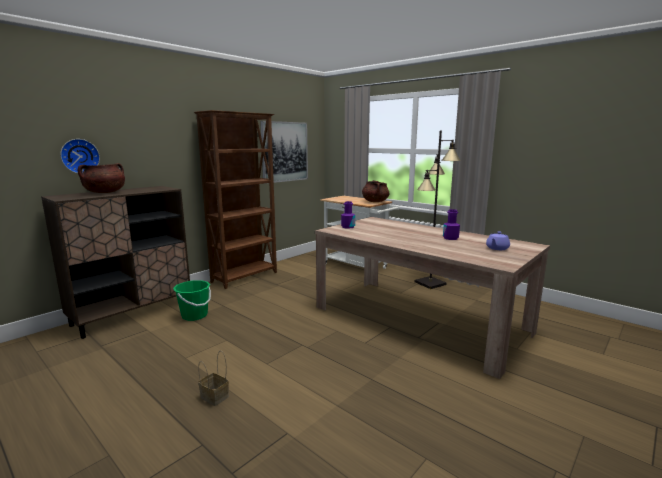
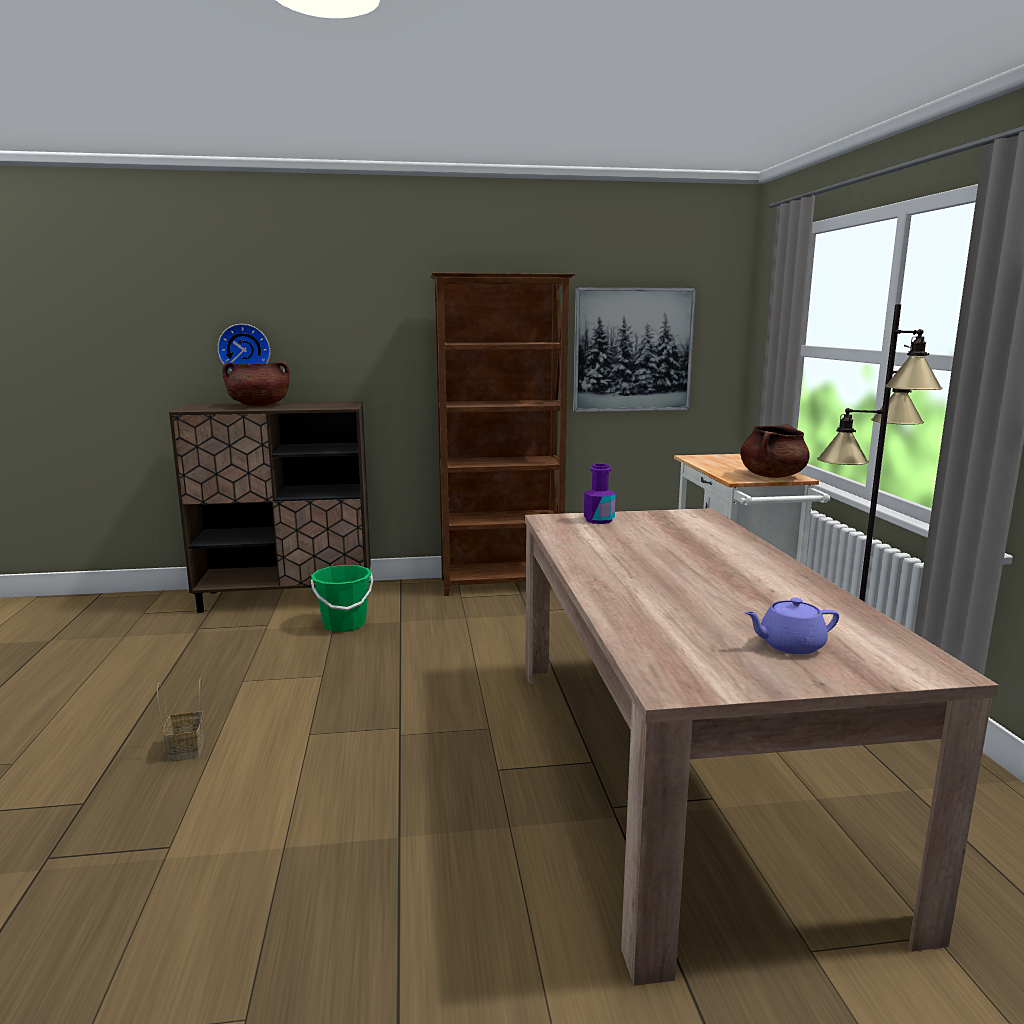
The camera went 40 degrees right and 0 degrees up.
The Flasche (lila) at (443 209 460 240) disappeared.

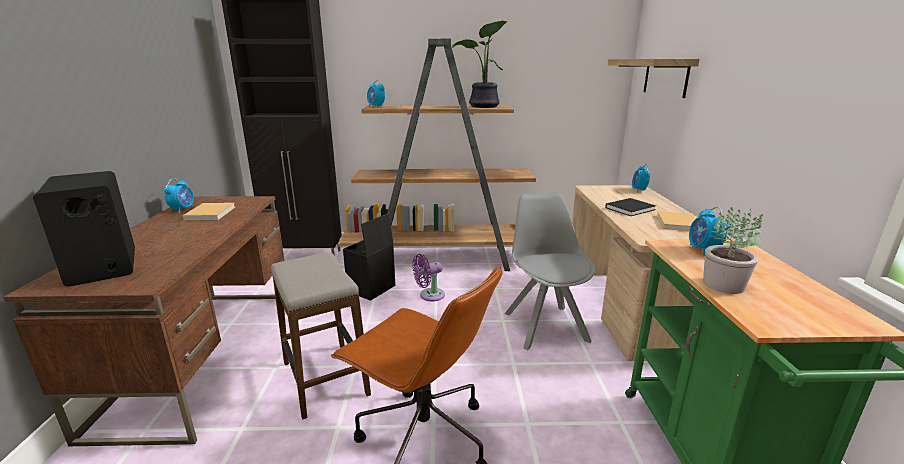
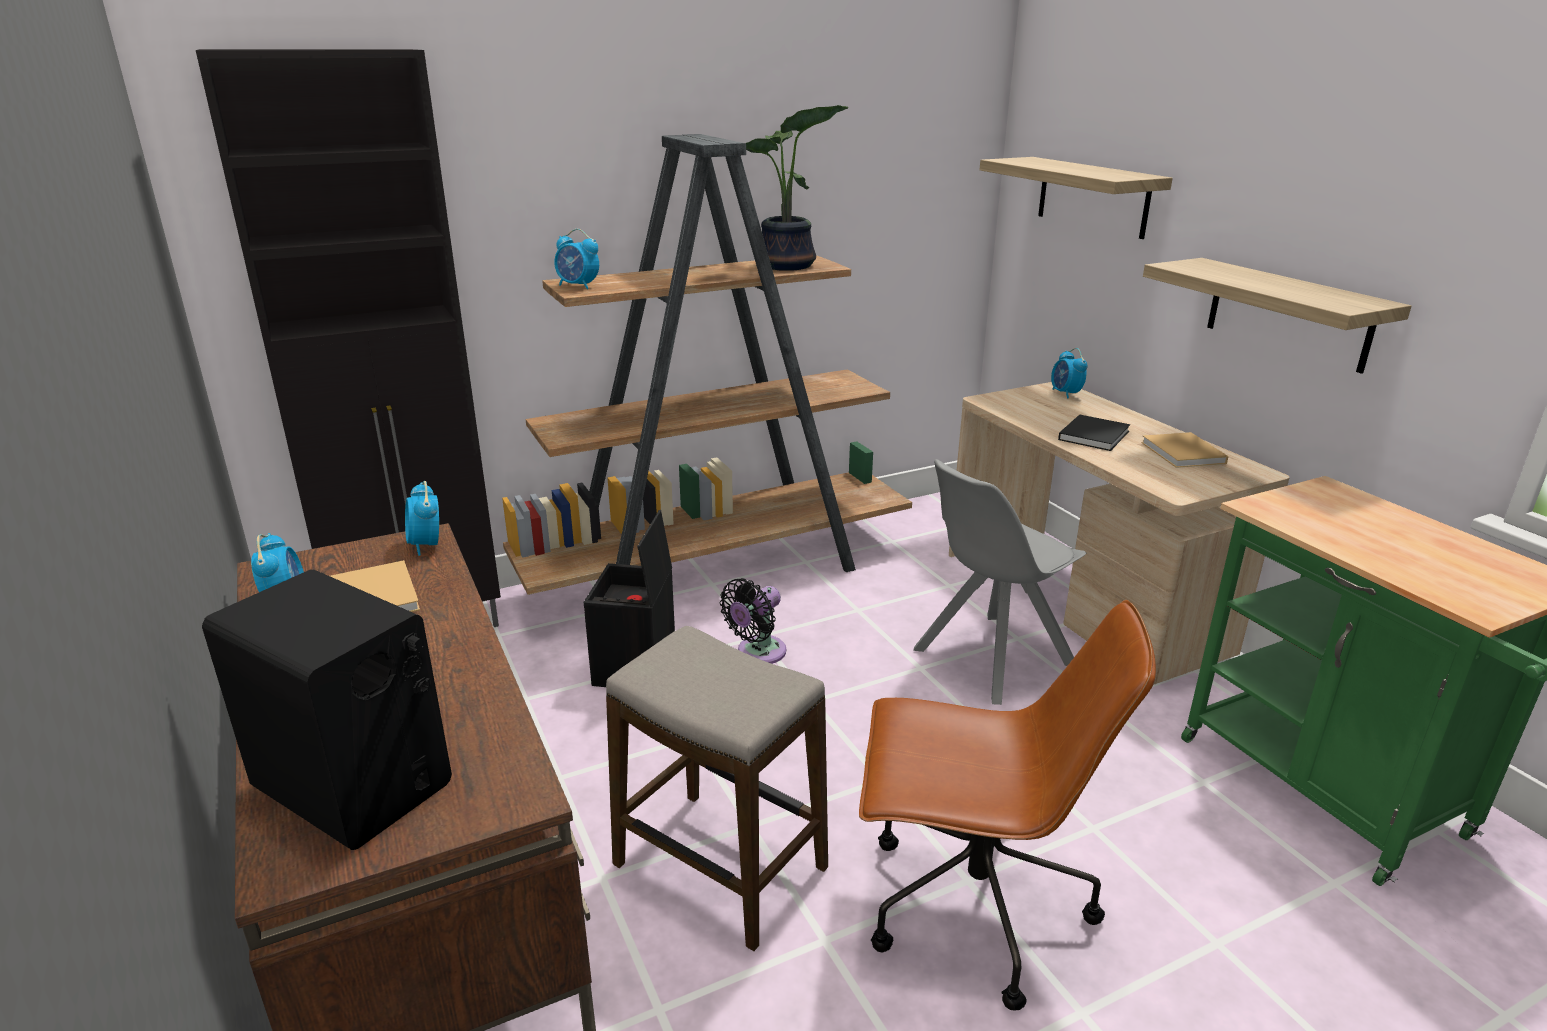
The camera went 25 degrees left and 5 degrees up.
The Stuhl (grau) at (505 192 596 350) turned 90 degrees counterclockwise.
The Wecker moved from (689 207 728 256) to (405 481 439 556).
The Topfpflanze at (703 207 763 294) disappeared.
The Ventilator (lila) at (412 254 445 302) became the Ventilator (schwarz) at (720 578 786 664).
The Wandregal at (1143 258 1412 374) appeared.

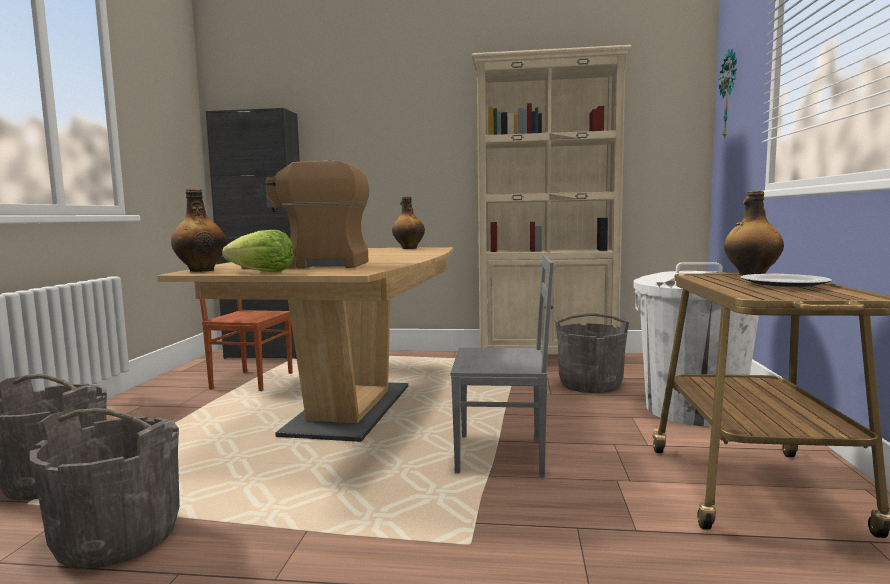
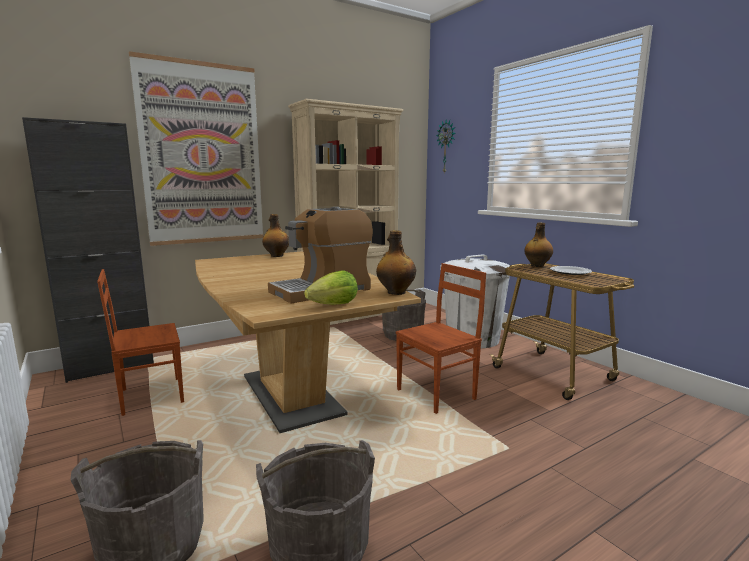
The camera went 40 degrees left and 5 degrees up.
The Flasche moved from (171 189 226 272) to (376 230 416 295).
The Stuhl (grau) at (450 255 554 477) became the Stuhl (braun) at (396 263 486 414).
The Bild at (129 51 264 246) appeared.

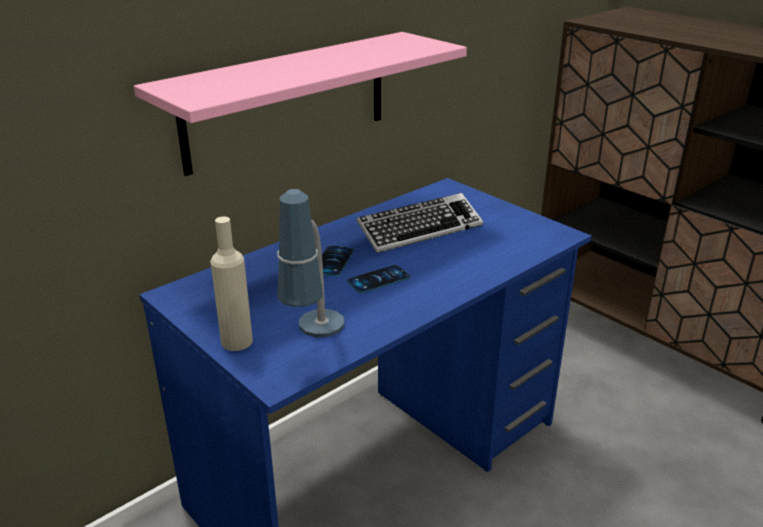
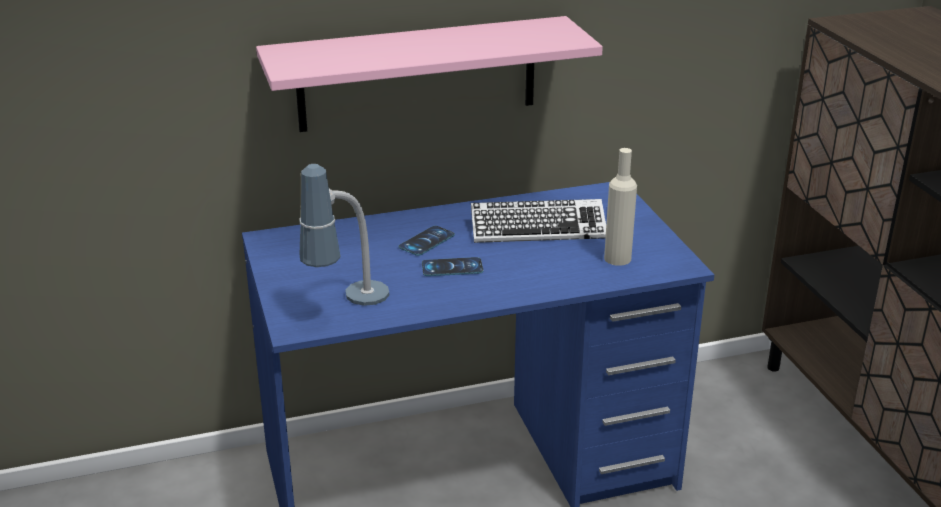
The camera went 25 degrees right and 0 degrees up.
The Flasche (beige) moved from (210 216 253 351) to (604 148 637 266).

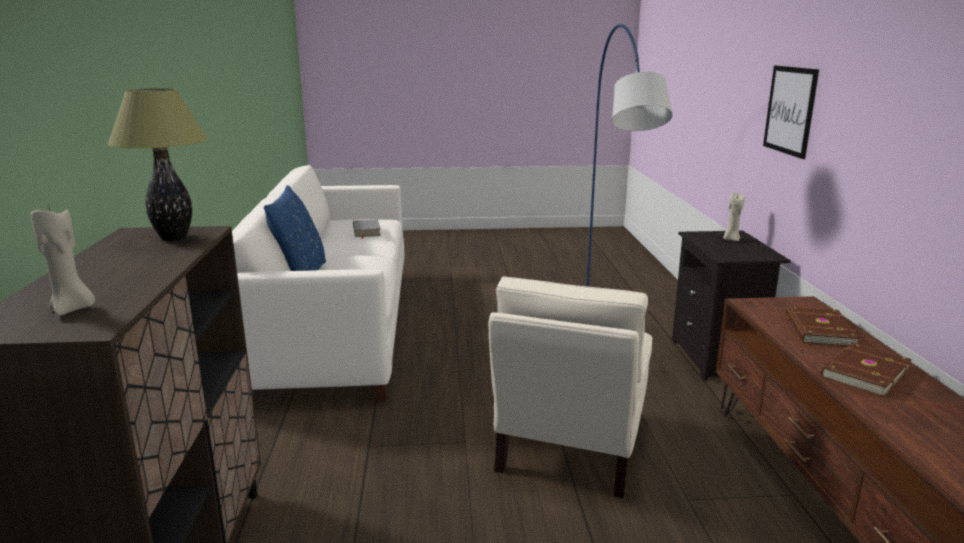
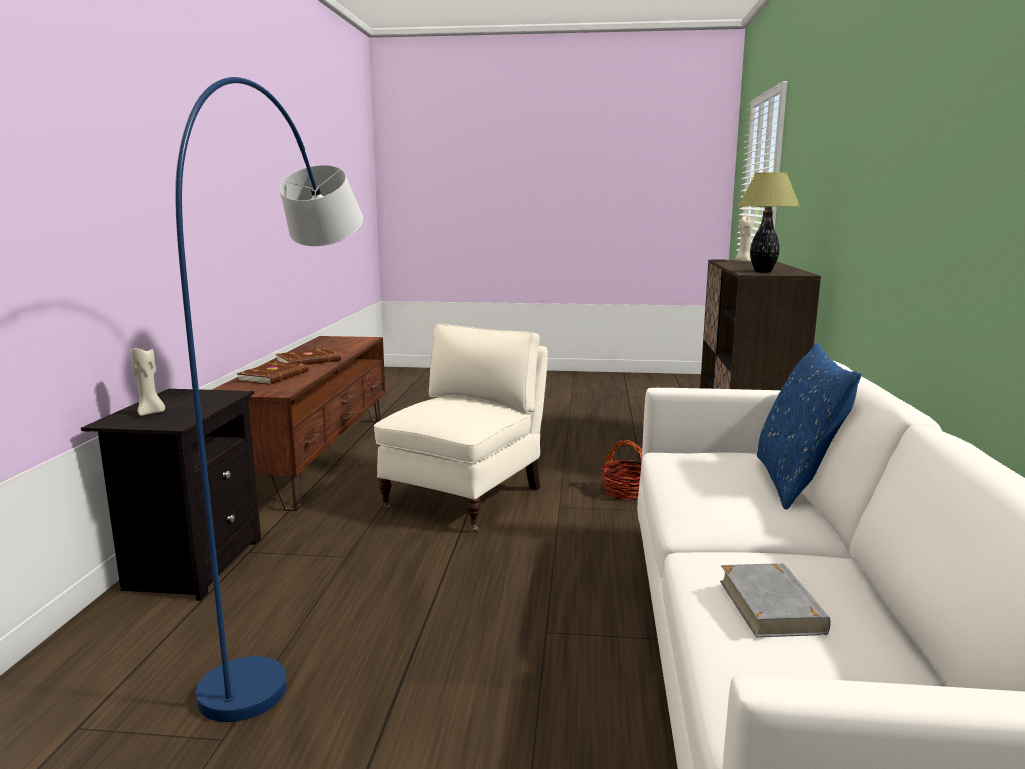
The camera went 170 degrees left and 5 degrees down.
The Bild at (763 66 819 159) disappeared.
The Korb at (601 440 642 501) appeared.

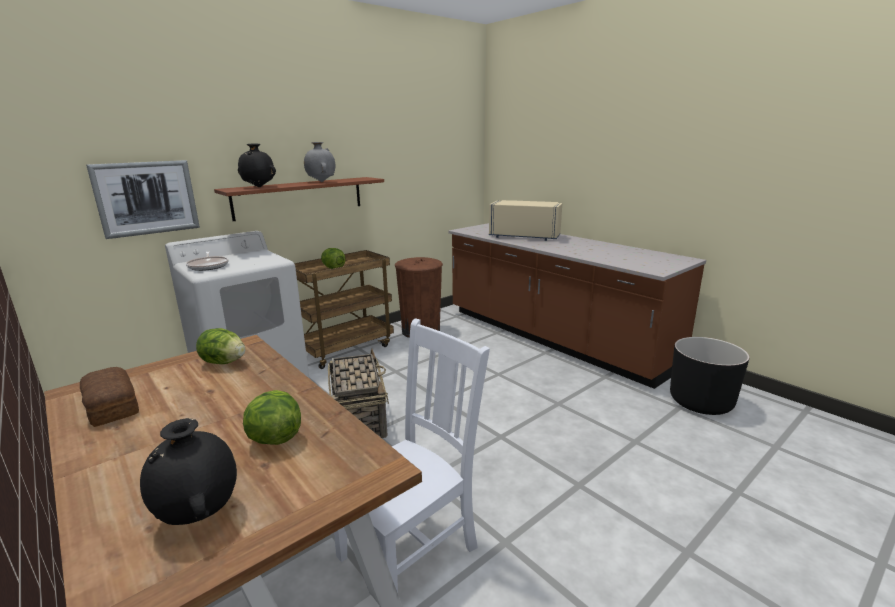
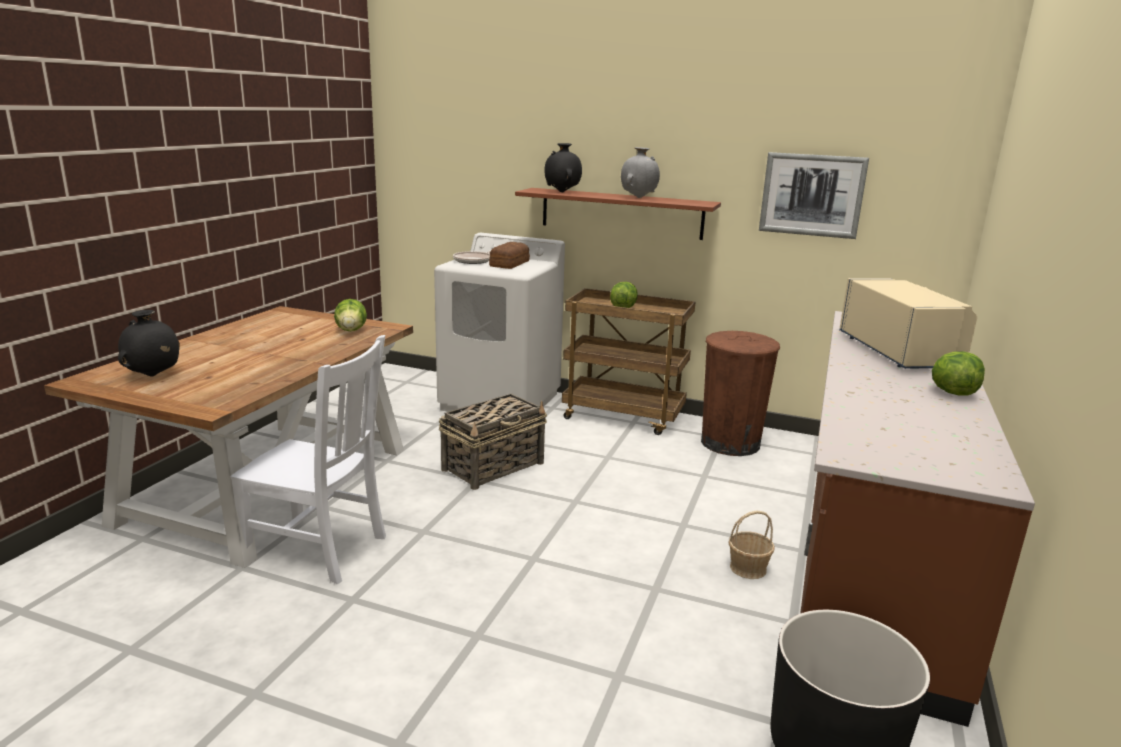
The camera went 60 degrees right and 0 degrees up.
The Bild moved from (86 160 200 239) to (759 152 869 239).
The Brot moved from (80 367 139 427) to (489 242 530 269).
The Salatkopf moved from (243 390 301 445) to (932 351 985 395).
The Korb at (729 510 775 579) appeared.

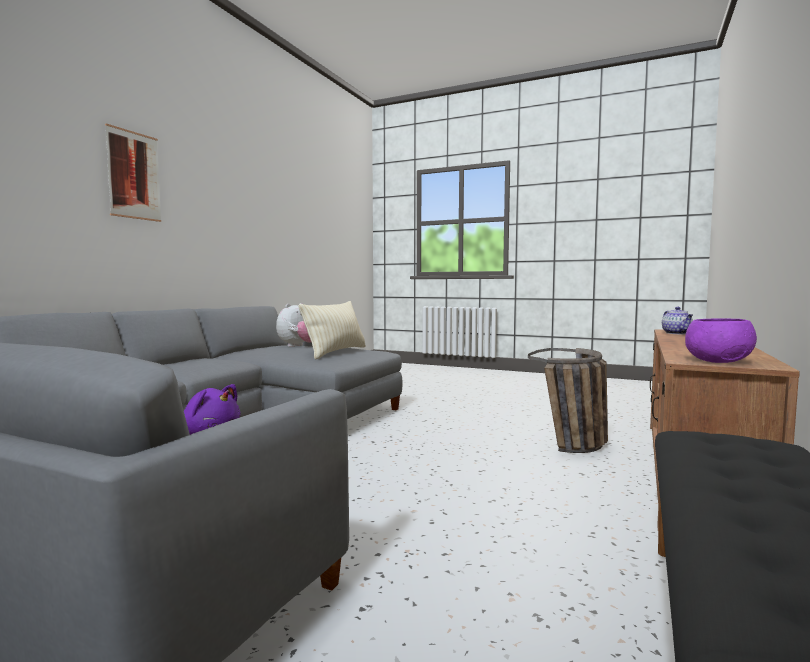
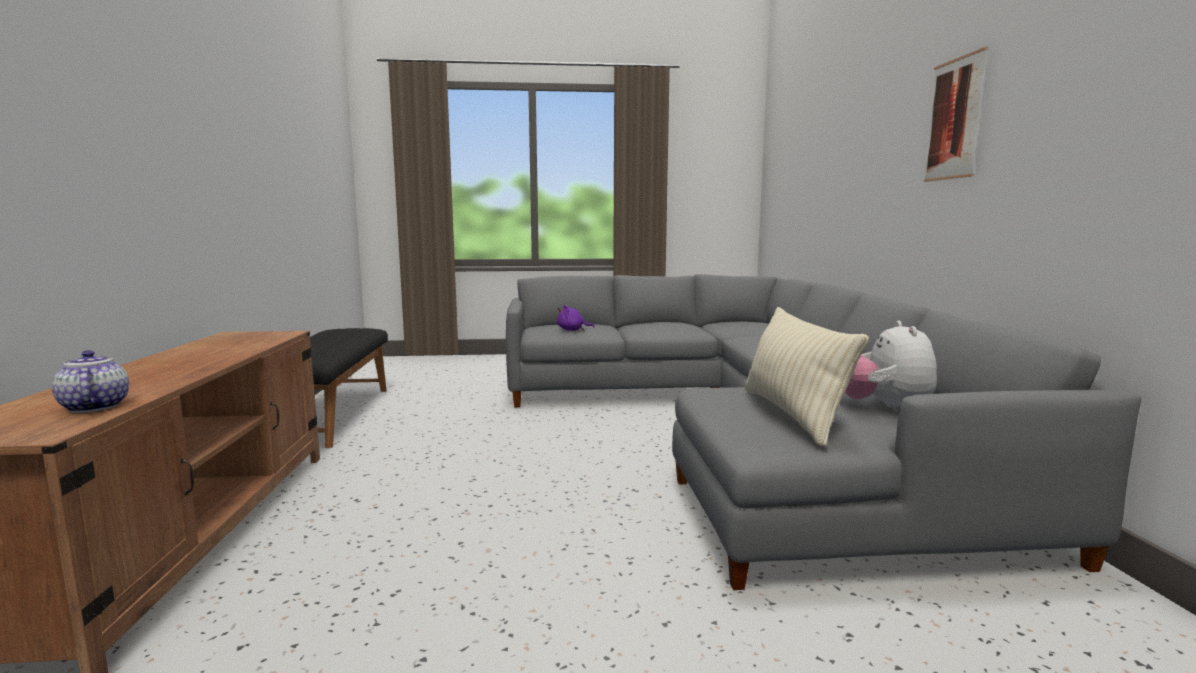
The camera went 150 degrees right and 5 degrees up.
The Schüssel (lila) at (685 318 757 363) disappeared.
The Korb at (528 348 608 453) disappeared.

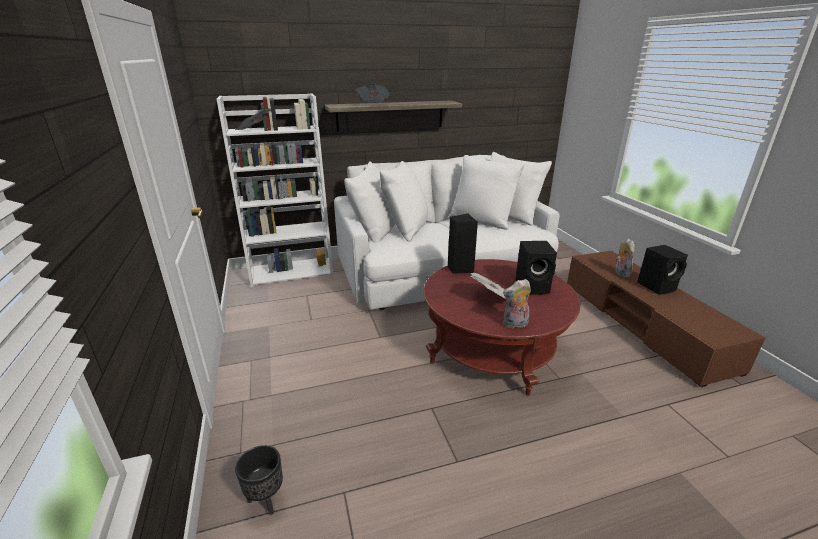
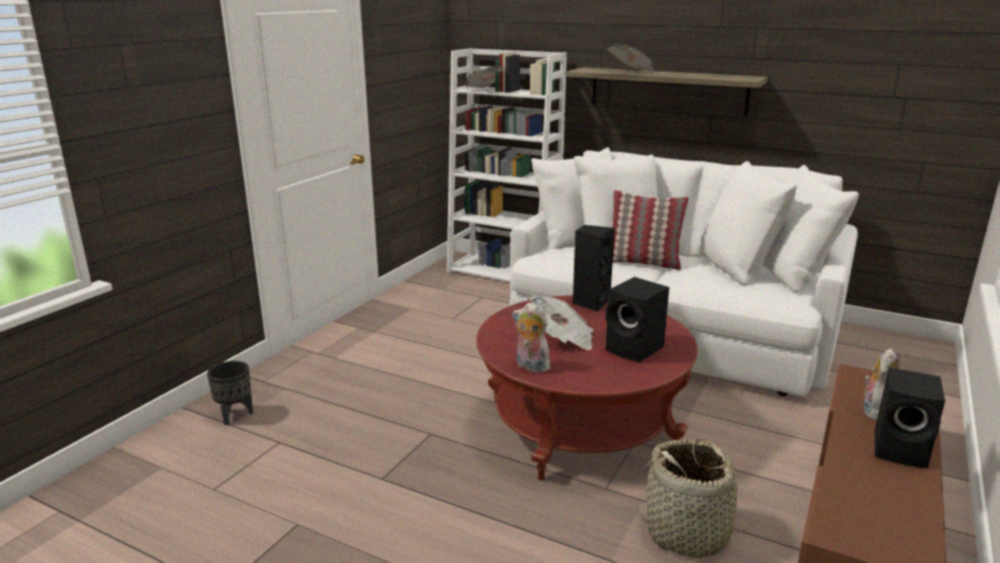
The camera went 45 degrees right and 5 degrees down.
The Kissen at (612 190 689 270) appeared.
The Korb at (636 438 757 558) appeared.

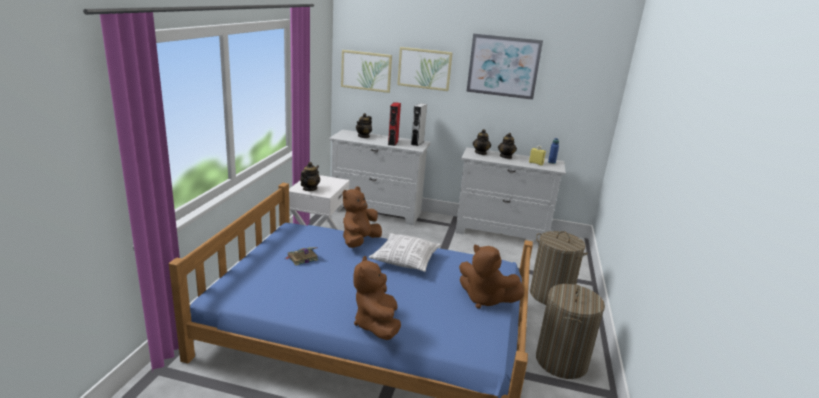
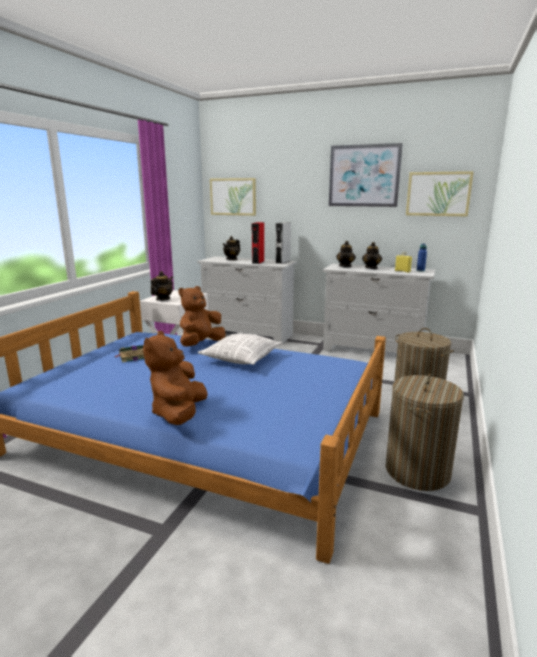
The camera went 10 degrees right and 5 degrees down.
The Bild moved from (397 47 453 91) to (406 171 474 217).
The Plüschtier (braun) at (459 244 524 309) disappeared.

